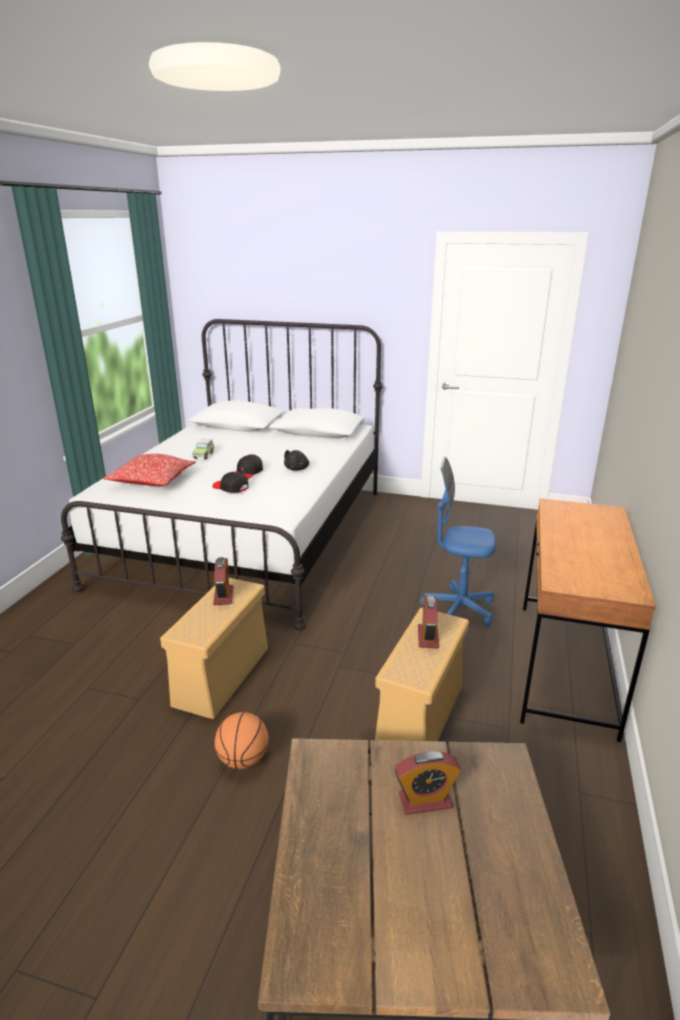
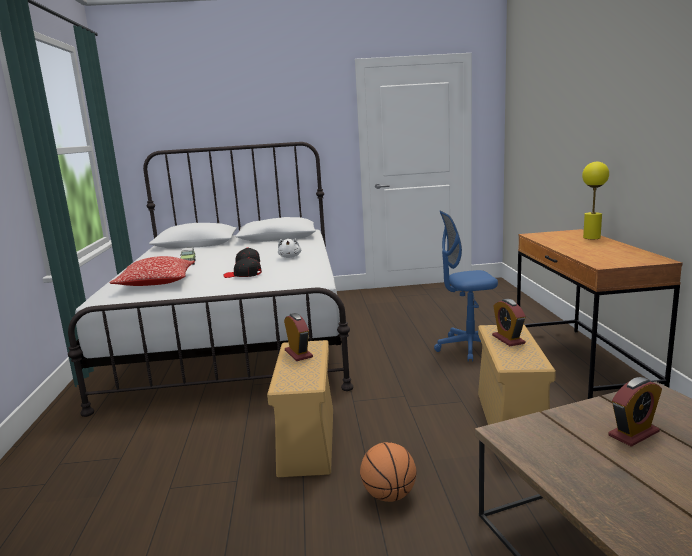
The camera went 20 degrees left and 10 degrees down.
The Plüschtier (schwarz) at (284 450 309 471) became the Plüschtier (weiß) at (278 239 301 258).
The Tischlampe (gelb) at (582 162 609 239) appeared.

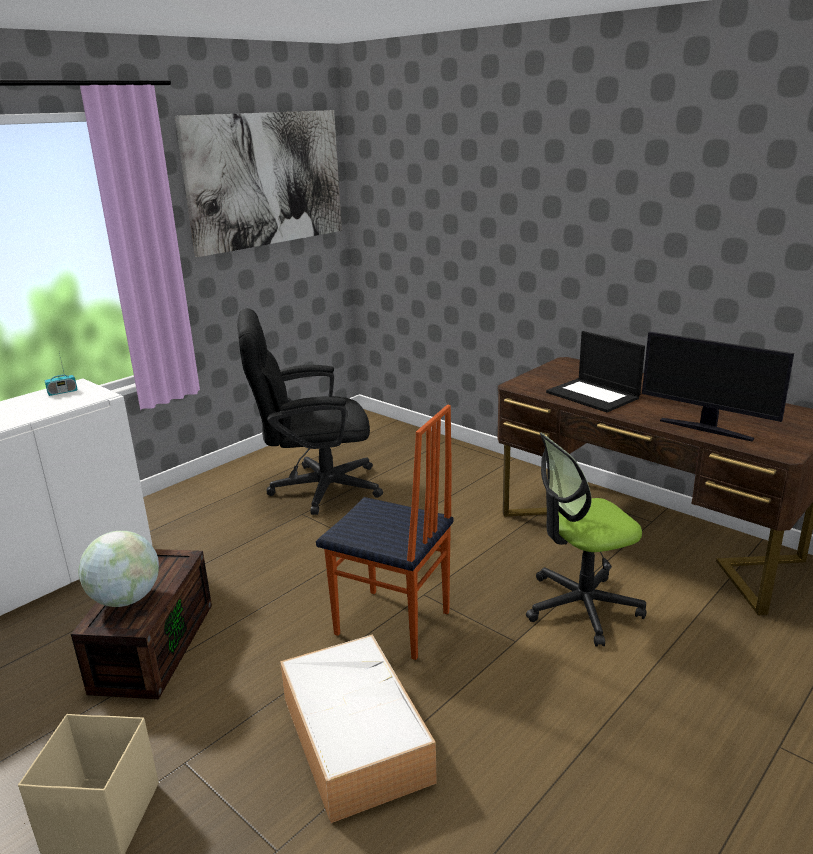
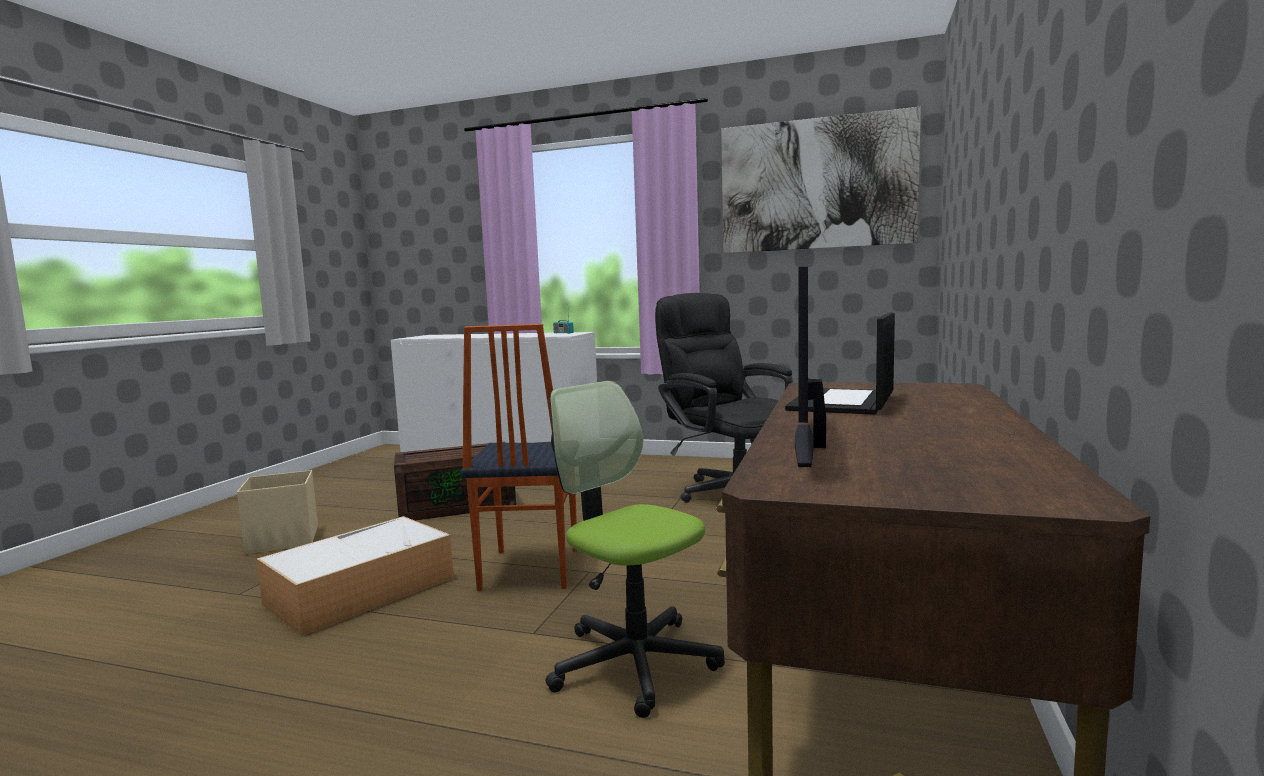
The camera went 65 degrees right and 15 degrees down.
The Globus at (78 531 159 607) disappeared.

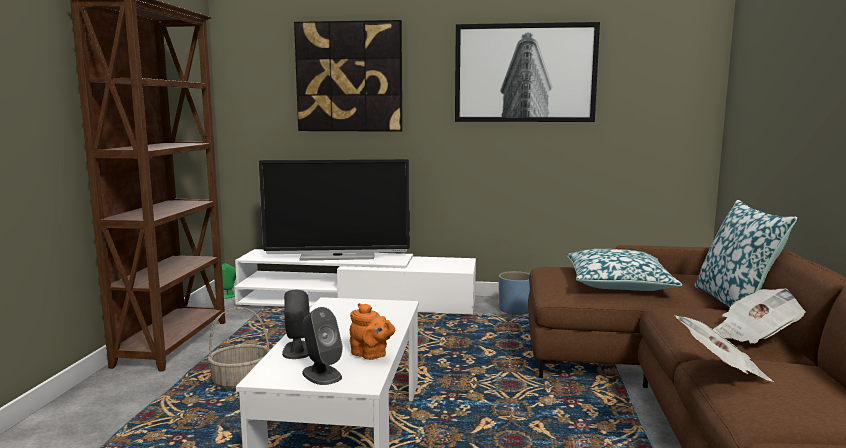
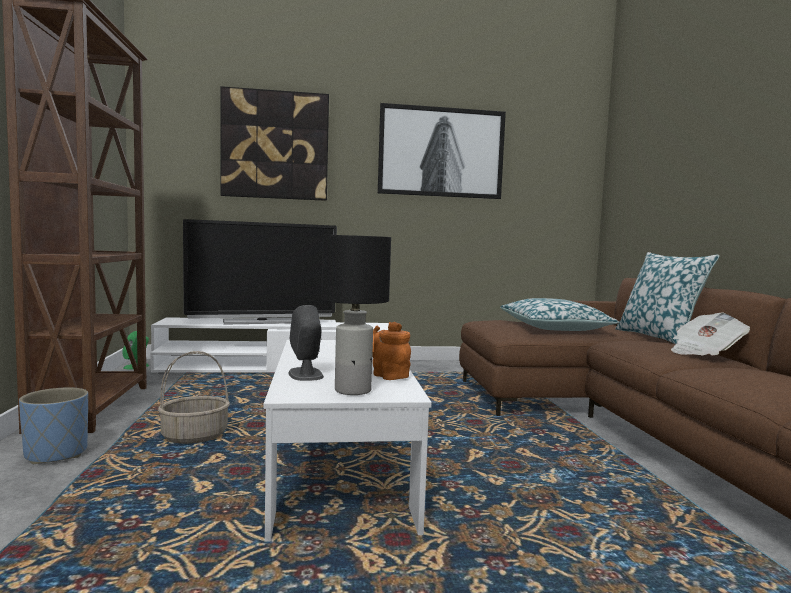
The camera went 15 degrees left and 5 degrees down.
The Pflanzkübel (blau) moved from (499 271 530 315) to (19 387 88 464).
The Teekanne (orange) at (350 303 395 360) turned 150 degrees counterclockwise.
The Lautsprecher (grau) at (302 307 343 385) was replaced by the Tischlampe (schwarz) at (322 235 391 395).
The Zeitung at (674 315 774 382) disappeared.

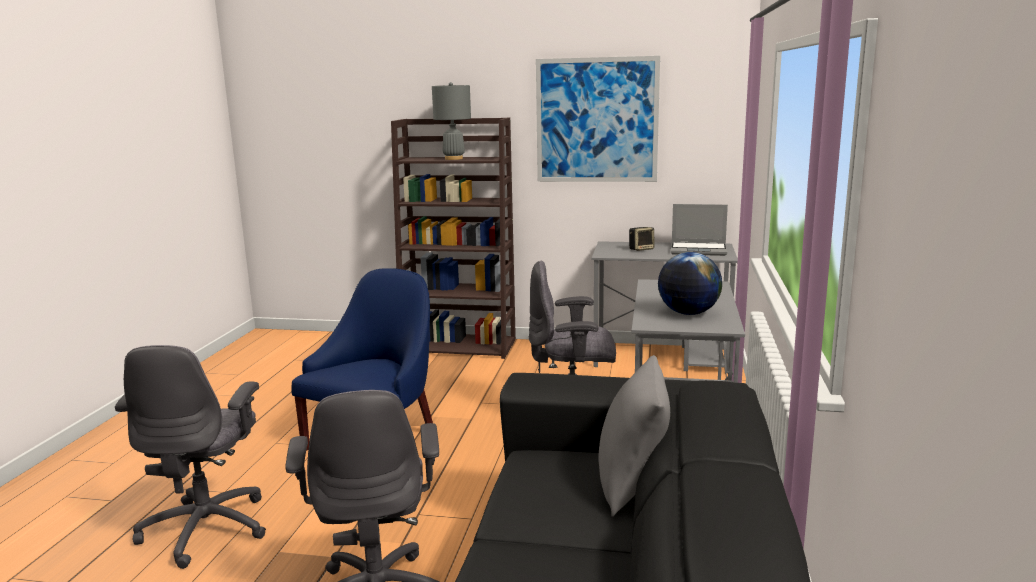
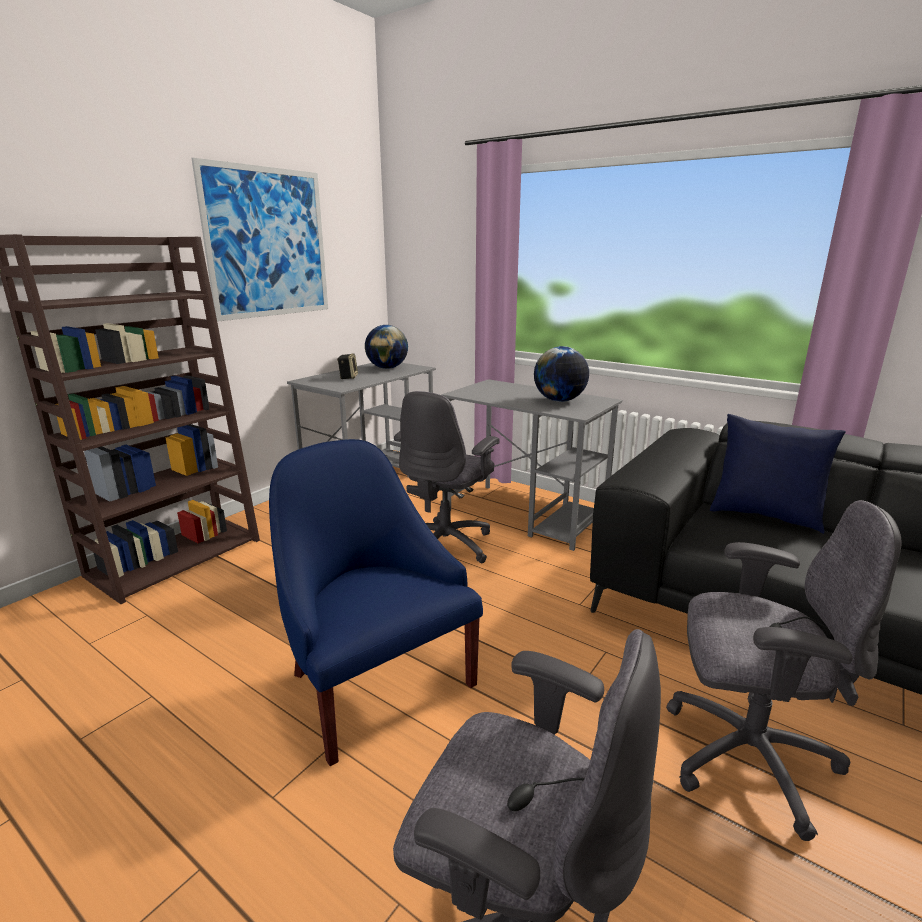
The camera went 65 degrees left and 5 degrees up.
The Tischlampe (grau) at (432 82 471 160) disappeared.
The Laptop at (671 204 728 256) was replaced by the Globus at (365 325 408 369).
The Kissen (grau) at (598 355 670 517) became the Kissen (blau) at (710 414 846 534).

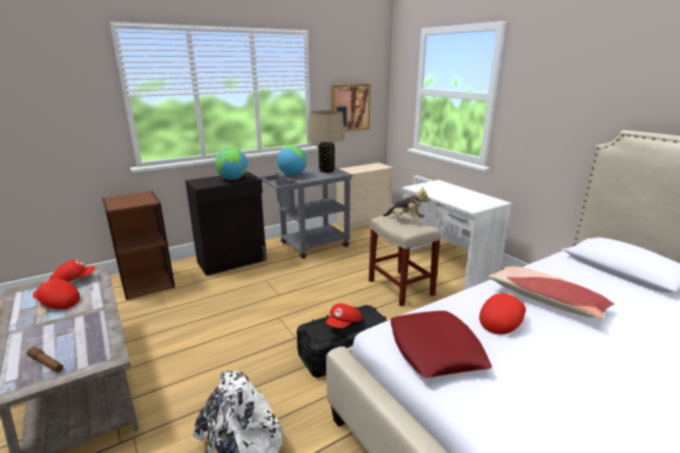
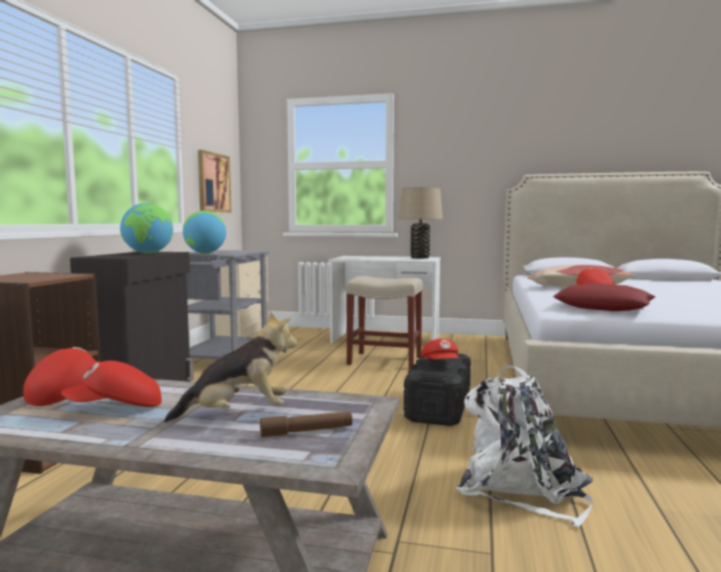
The camera went 45 degrees left and 15 degrees down.
The Tischlampe (beige) moved from (308 110 345 173) to (399 187 443 259).
The Plüschtier moved from (383 187 430 221) to (164 311 297 422).

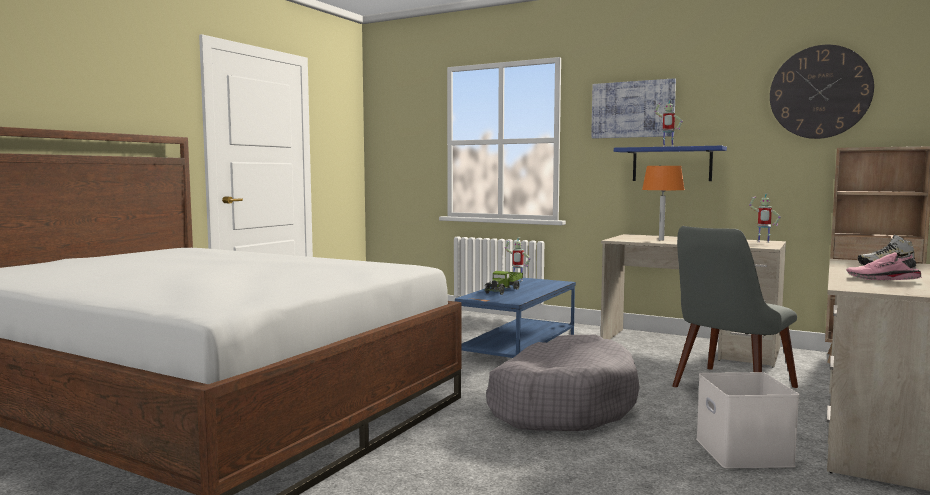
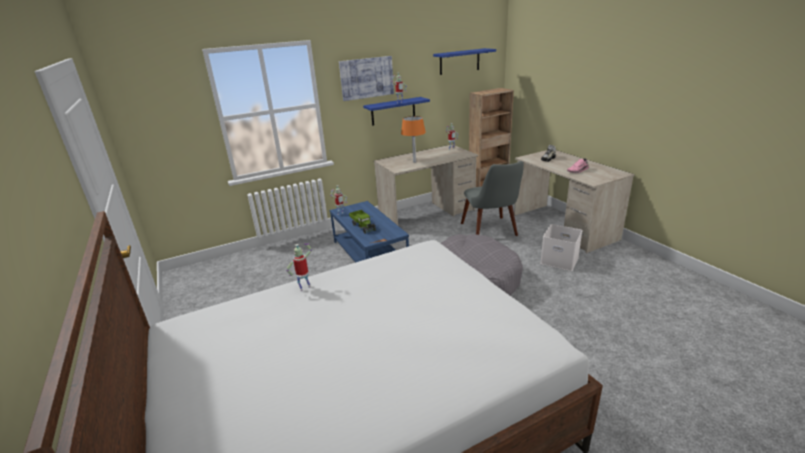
The camera went 55 degrees left and 20 degrees up.
The Wanduhr at (770 45 874 139) was replaced by the Wandregal (blau) at (433 48 496 75).
The Spielzeugroboter at (286 243 312 291) appeared.

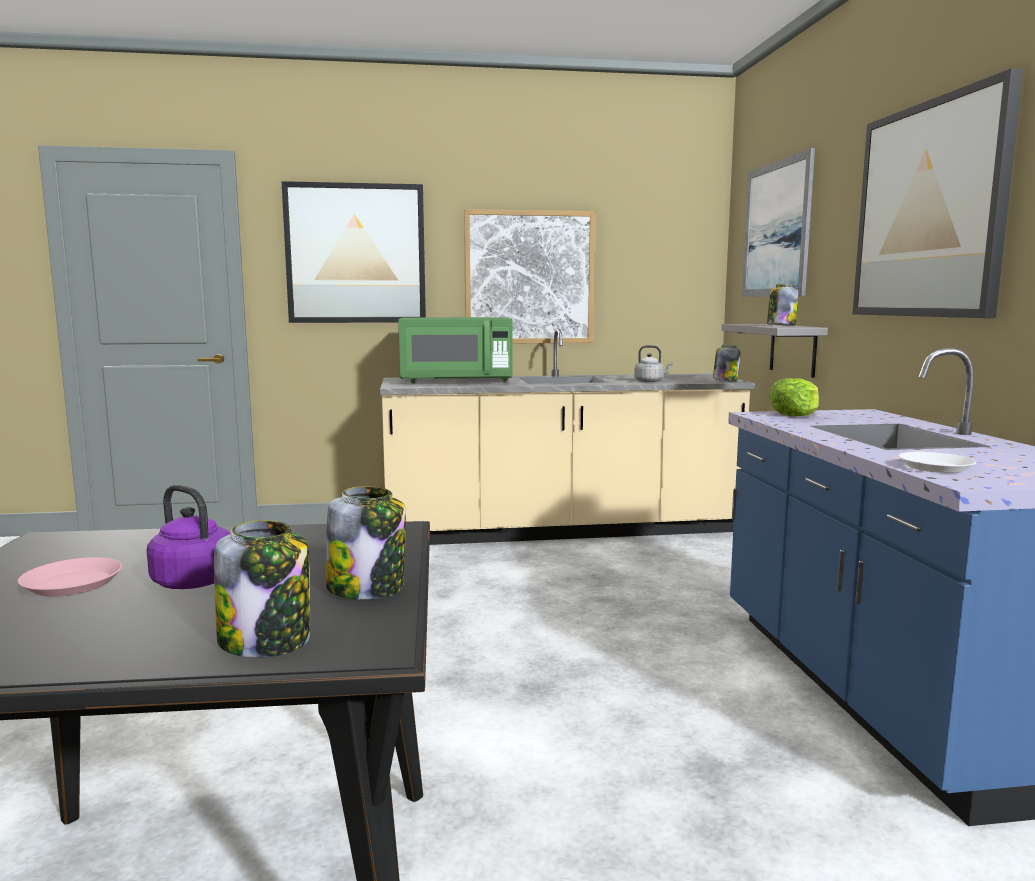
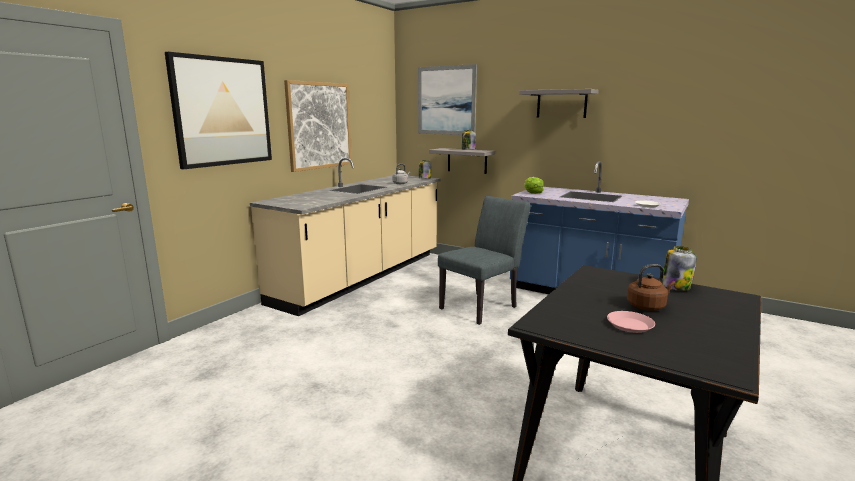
The camera went 50 degrees left and 5 degrees up.
The Bild at (853 68 1023 318) was replaced by the Wandregal (grau) at (519 89 599 118).
The Mikrowelle (grün) at (398 317 512 383) disappeared.
The Wasserkessel (lila) at (147 485 231 589) became the Wasserkessel (braun) at (627 264 675 311).
The Vorratsglas at (214 520 310 658) disappeared.
The Stuhl (grau) at (438 196 531 325) appeared.

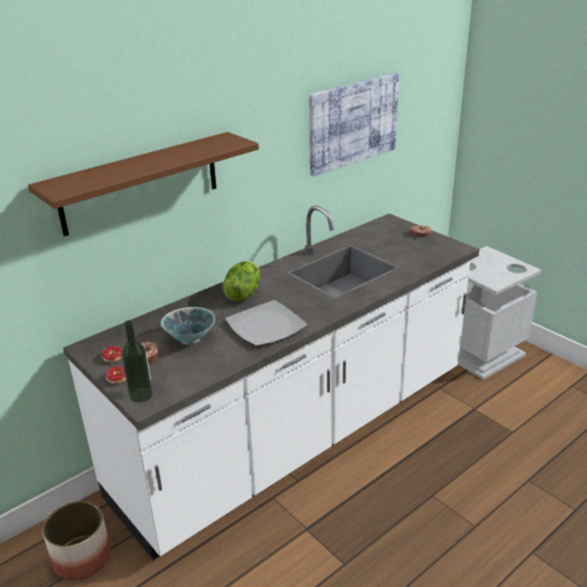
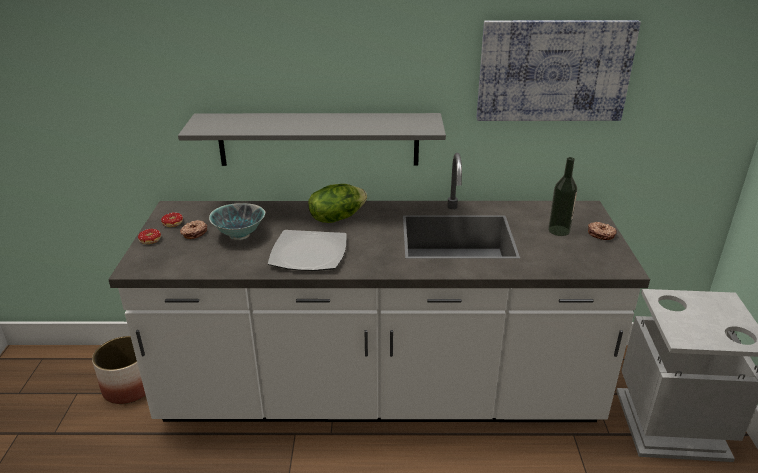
The camera went 40 degrees right and 0 degrees up.
The Wandregal (braun) at (28 132 259 236) disappeared.
The Flasche moved from (121 320 153 403) to (548 157 577 236).
The Wandregal (grau) at (178 113 446 166) appeared.

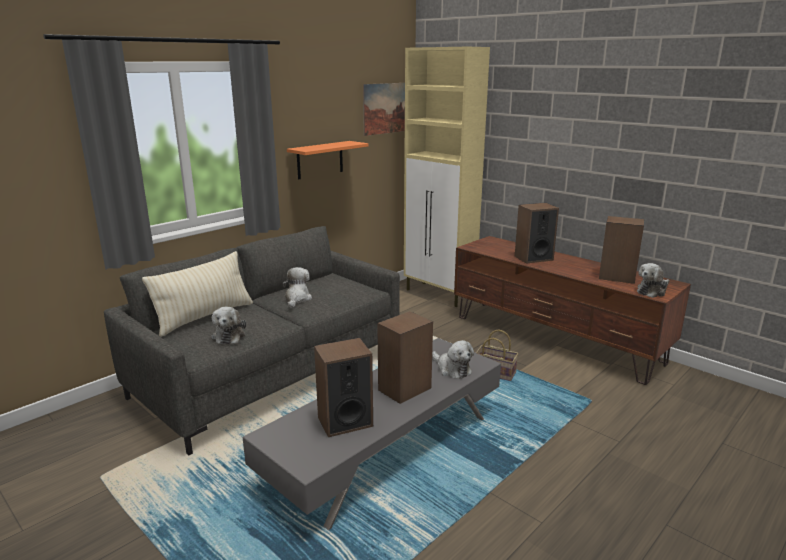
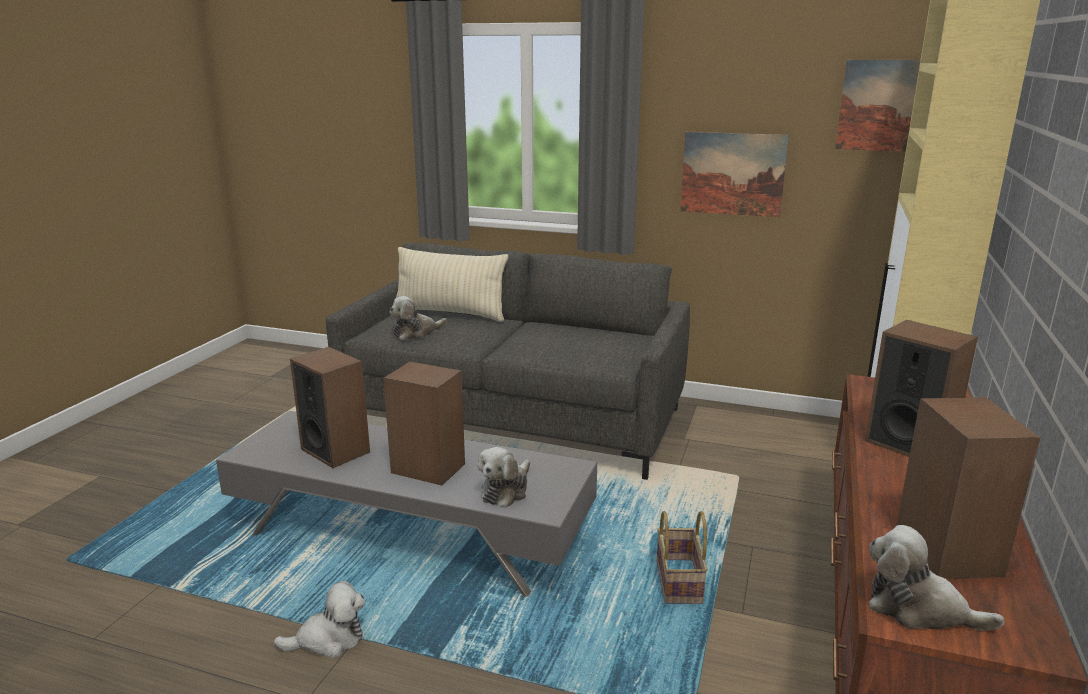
The camera went 65 degrees right and 0 degrees up.
The Wandregal (orange) at (287 141 369 179) was replaced by the Bild at (680 132 789 217).
The Plüschtier moved from (282 267 312 308) to (274 581 365 658).

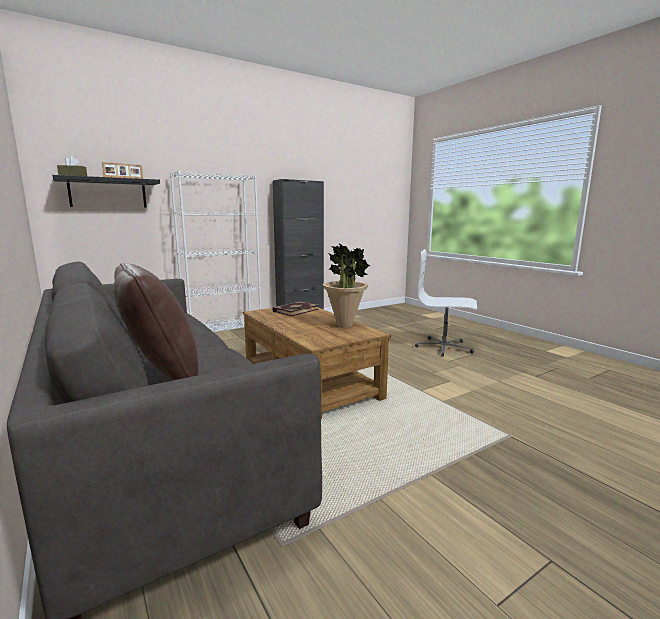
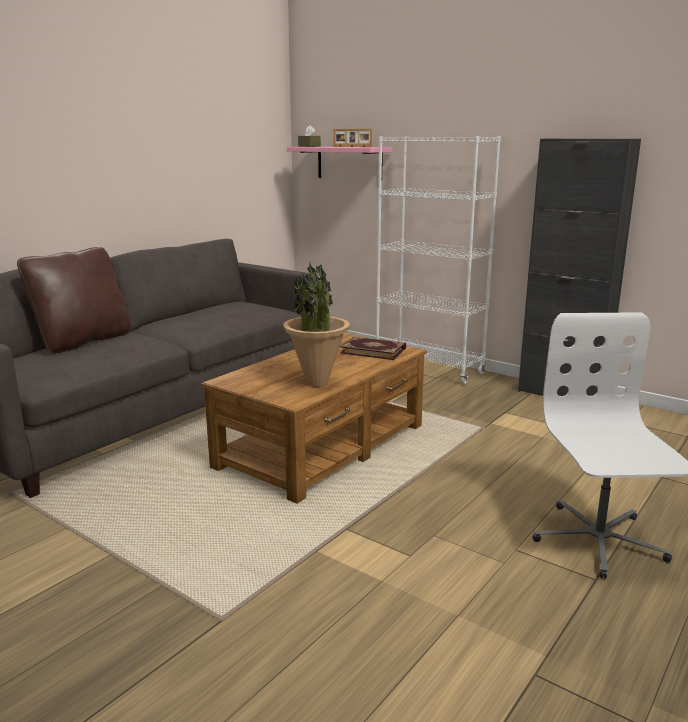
The camera went 70 degrees right and 5 degrees up.
The Wandregal (schwarz) at (52 175 160 208) became the Wandregal (rosa) at (287 147 393 178).

